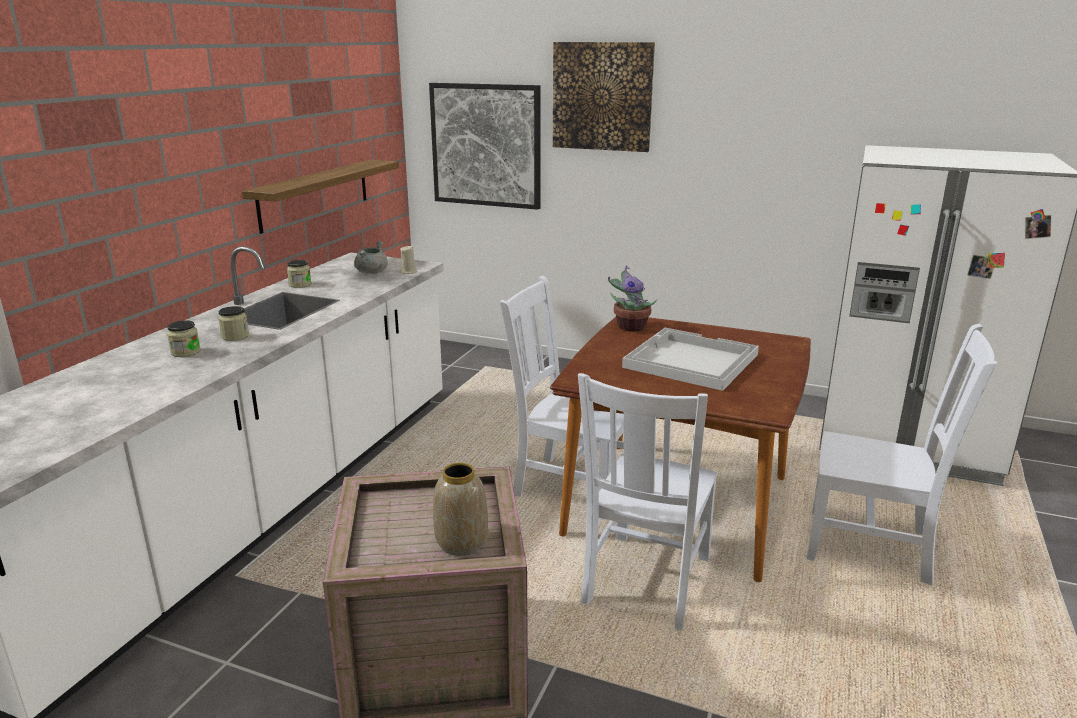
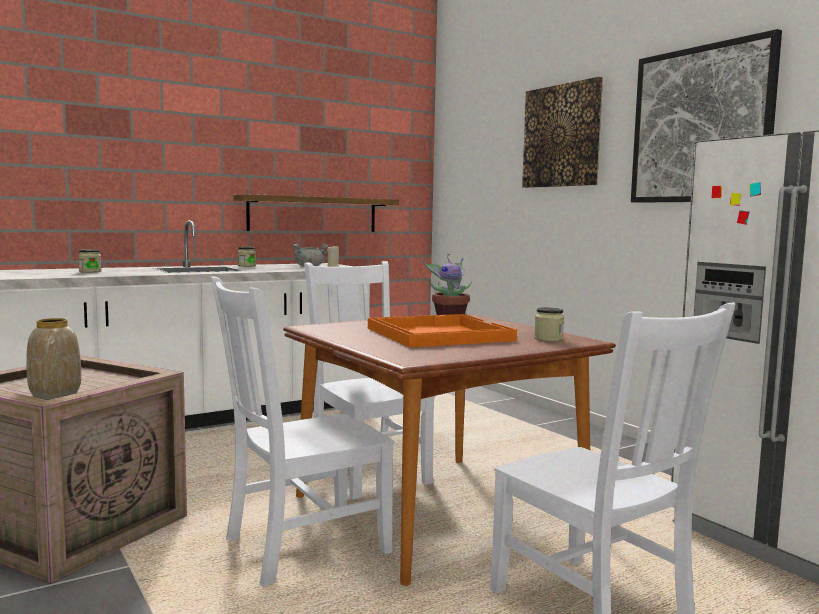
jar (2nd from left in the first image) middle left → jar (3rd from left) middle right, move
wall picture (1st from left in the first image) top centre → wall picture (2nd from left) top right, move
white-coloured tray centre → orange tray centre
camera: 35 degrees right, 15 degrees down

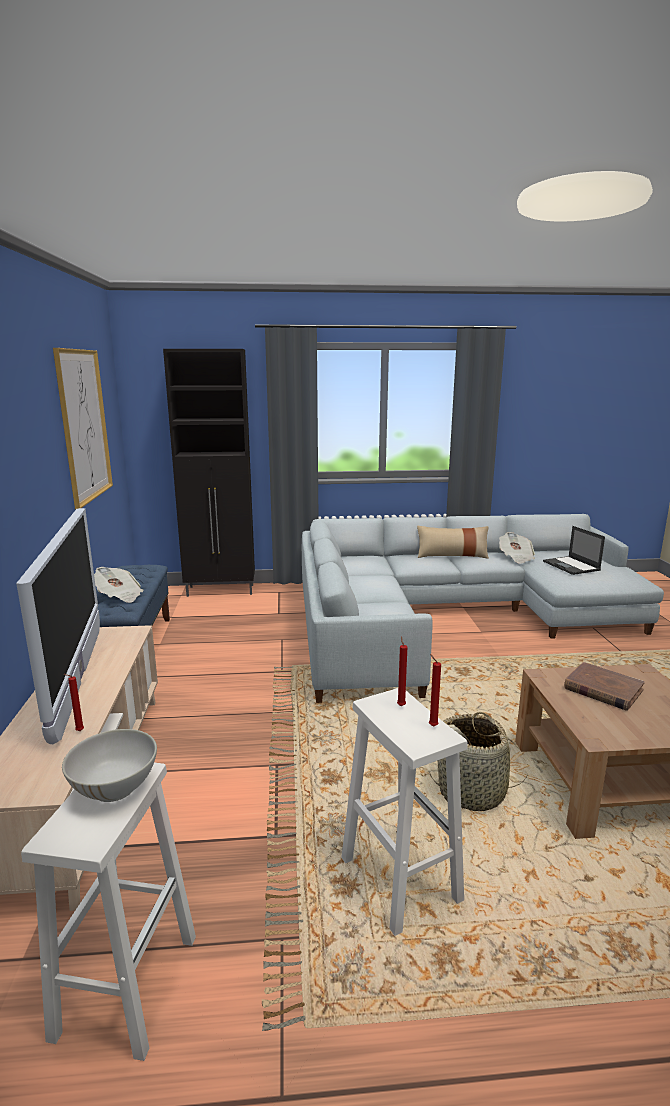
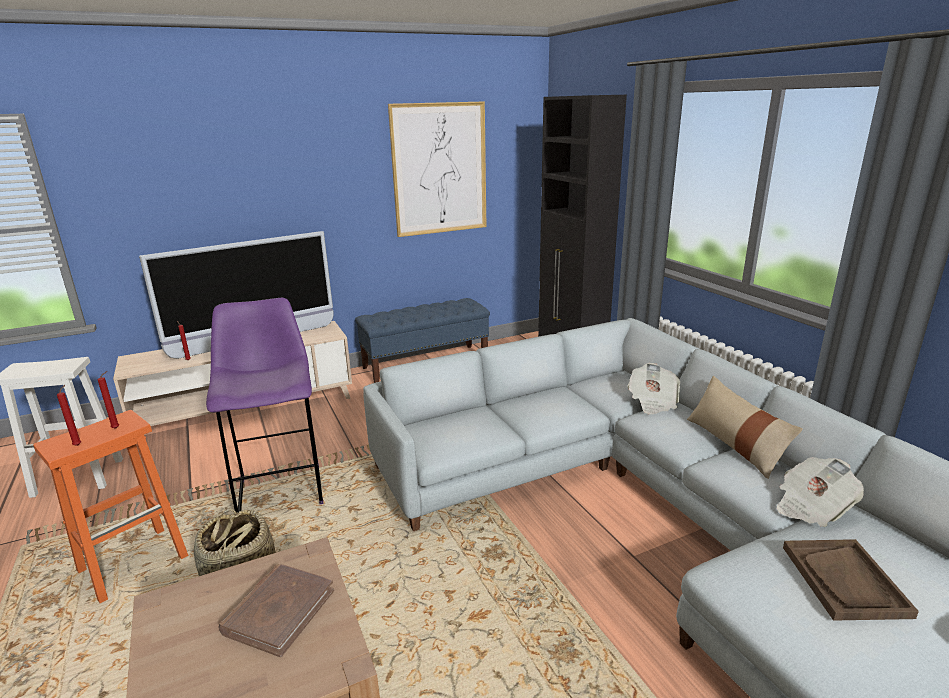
white-coloured serving bowl bottom left → -
- → purple-coloured sitting stool middle left
newspaper (1st from left) middle left → newspaper (1st from left) middle right, move
portable computer middle right → brown-coloured tray bottom right
white-coloured sitting stool (2nd from left) bottom centre → orange sitting stool bottom left
camera: 70 degrees right, 5 degrees up

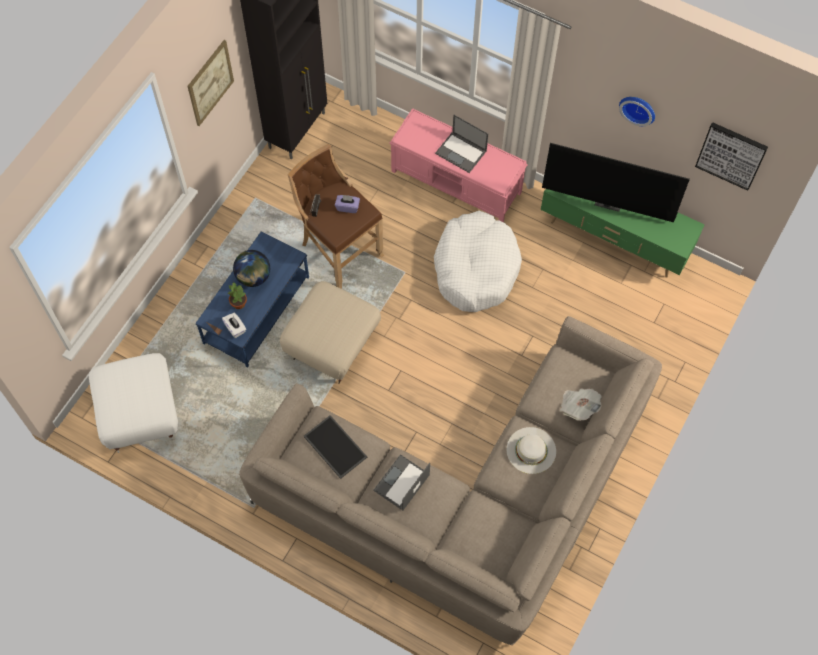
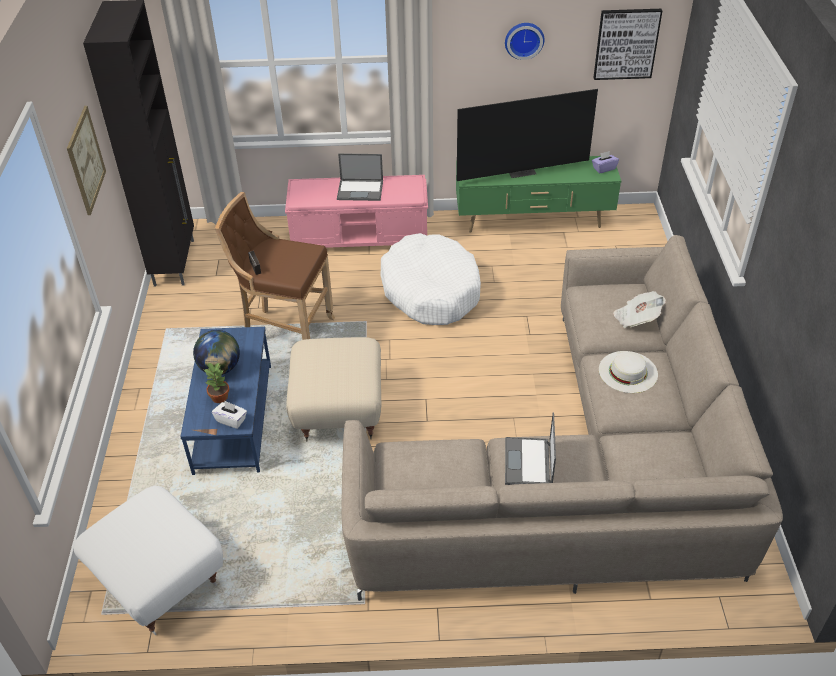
tray bottom centre → -
purple-coloured tissue box top centre → purple-coloured tissue box top right, move
camera: 30 degrees left, 20 degrees down

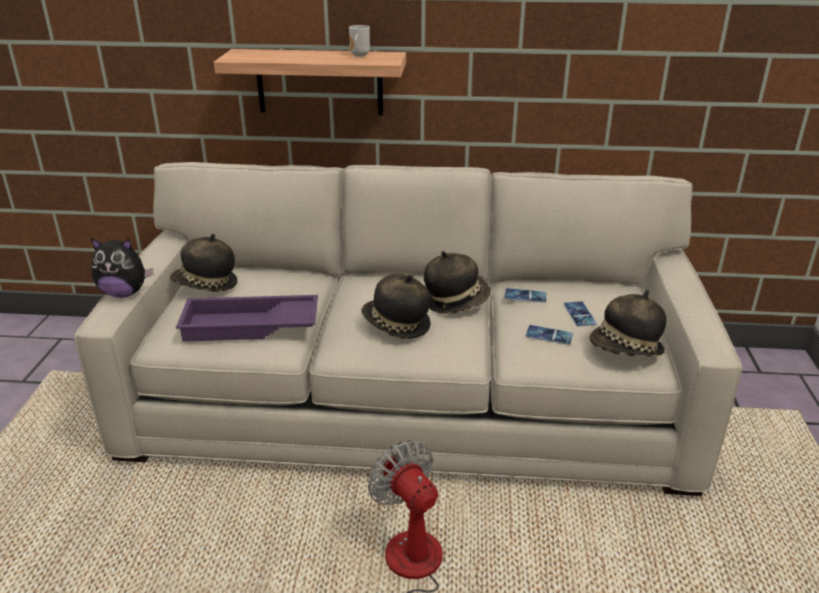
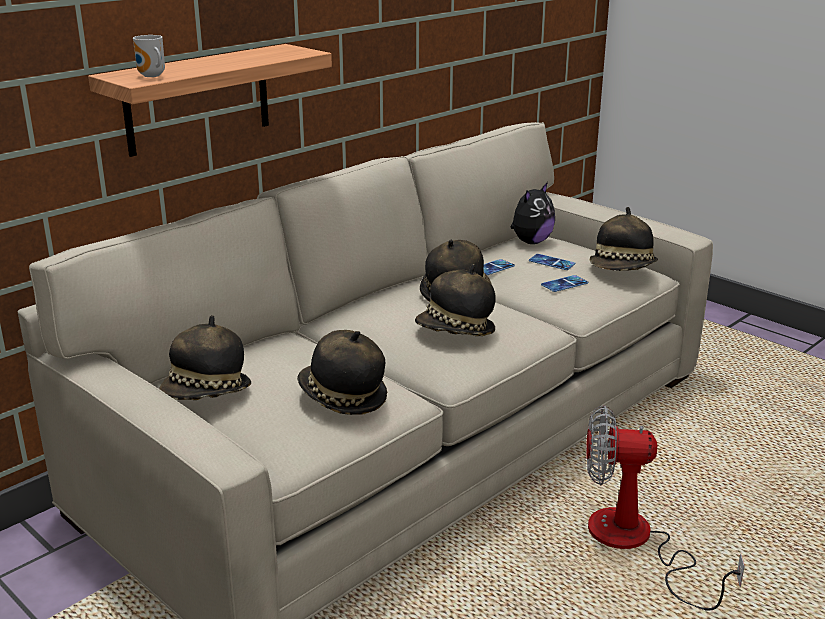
soft toy middle left → soft toy centre, move
mug top centre → mug top left, move
purple-coloured tray middle left → hat (2nd from left) centre
camera: 50 degrees left, 5 degrees down

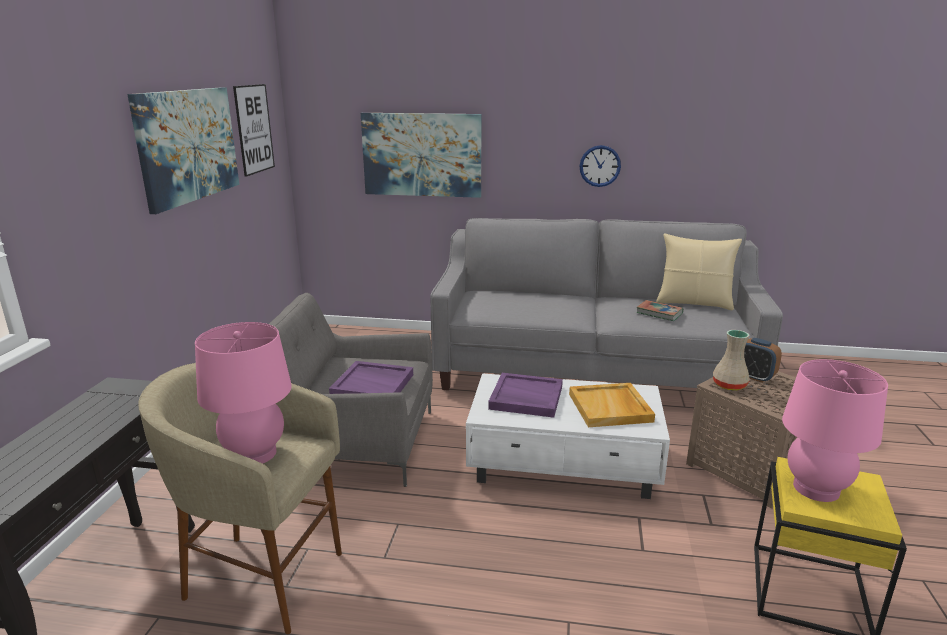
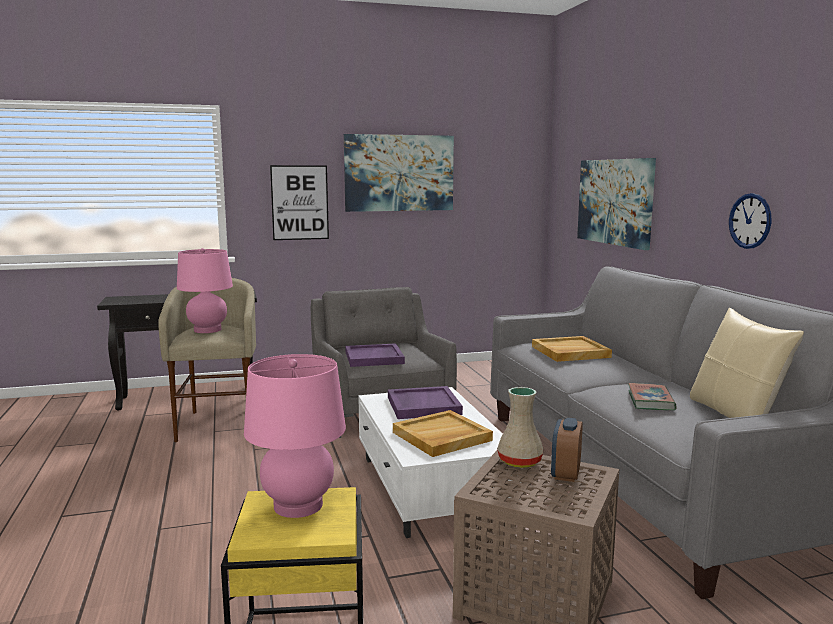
- → sand-coloured tray (2nd from left) middle right
wall picture (2nd from left in the first image) top left → wall picture (1st from left) top centre, move
camera: 65 degrees right, 10 degrees down

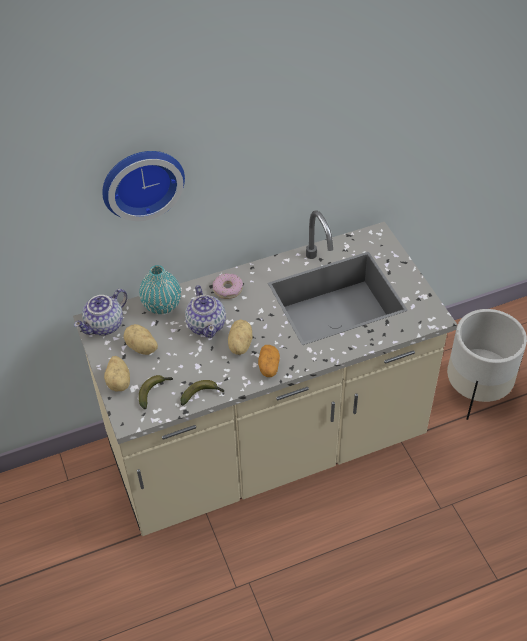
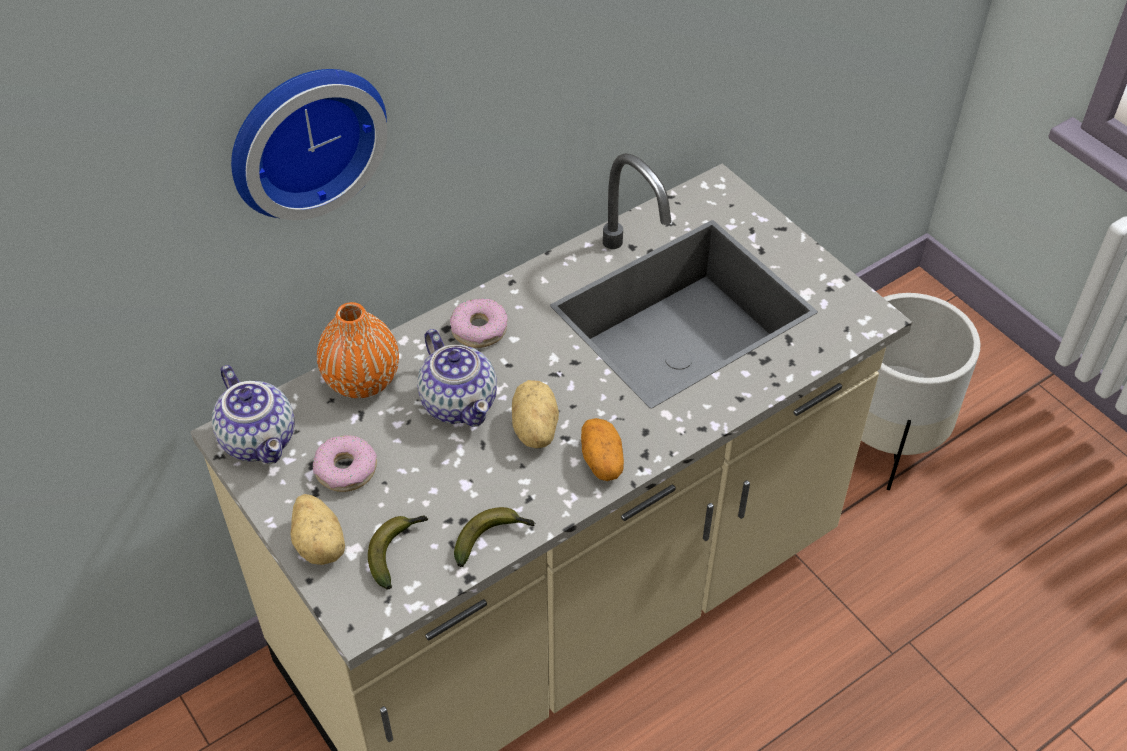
whole potato (2nd from left) middle left → doughnut (1st from left) middle left
turquoise decorative vase middle left → orange decorative vase middle left
teapot (1st from left) middle left, 60 degrees counterclockwise
camera: 15 degrees left, 0 degrees up

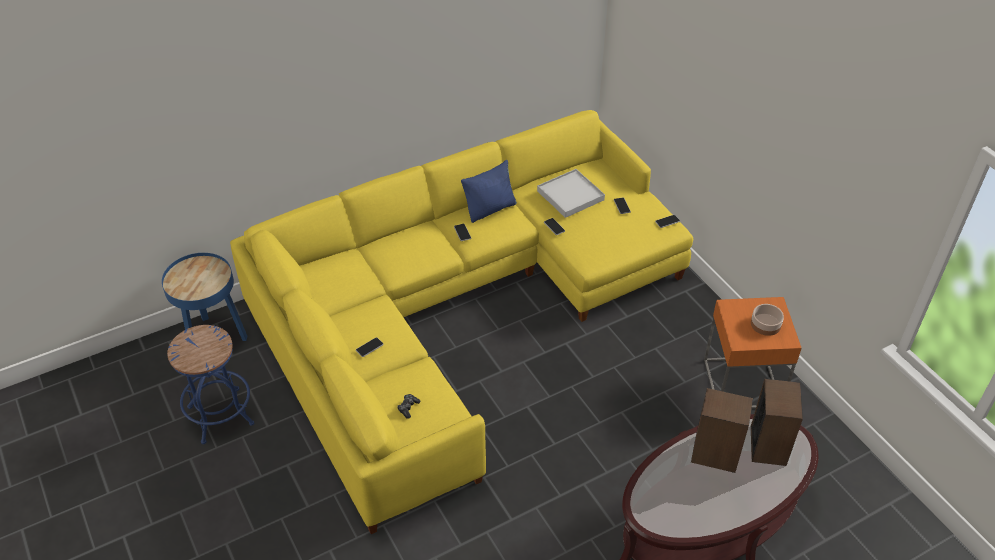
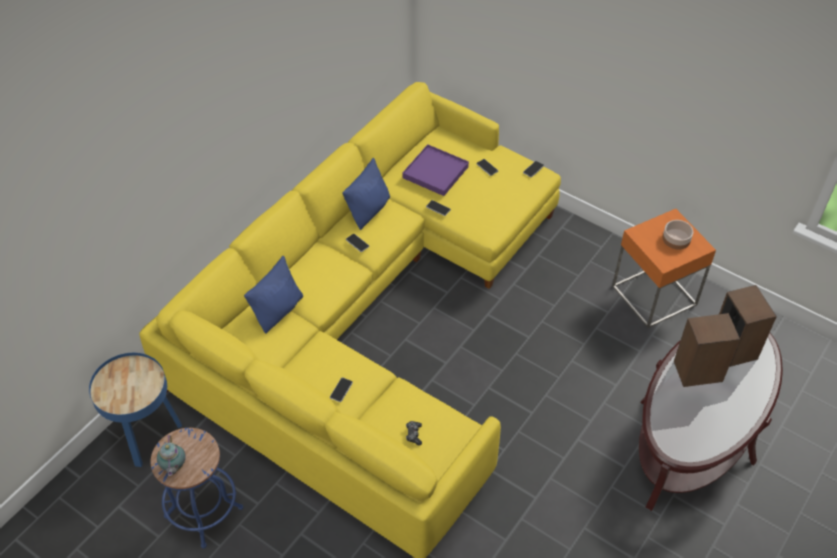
- → teapot bottom left
- → blue throw pillow (1st from left) middle left
white-coloured tray centre → purple-coloured tray top centre
camera: 25 degrees left, 5 degrees up

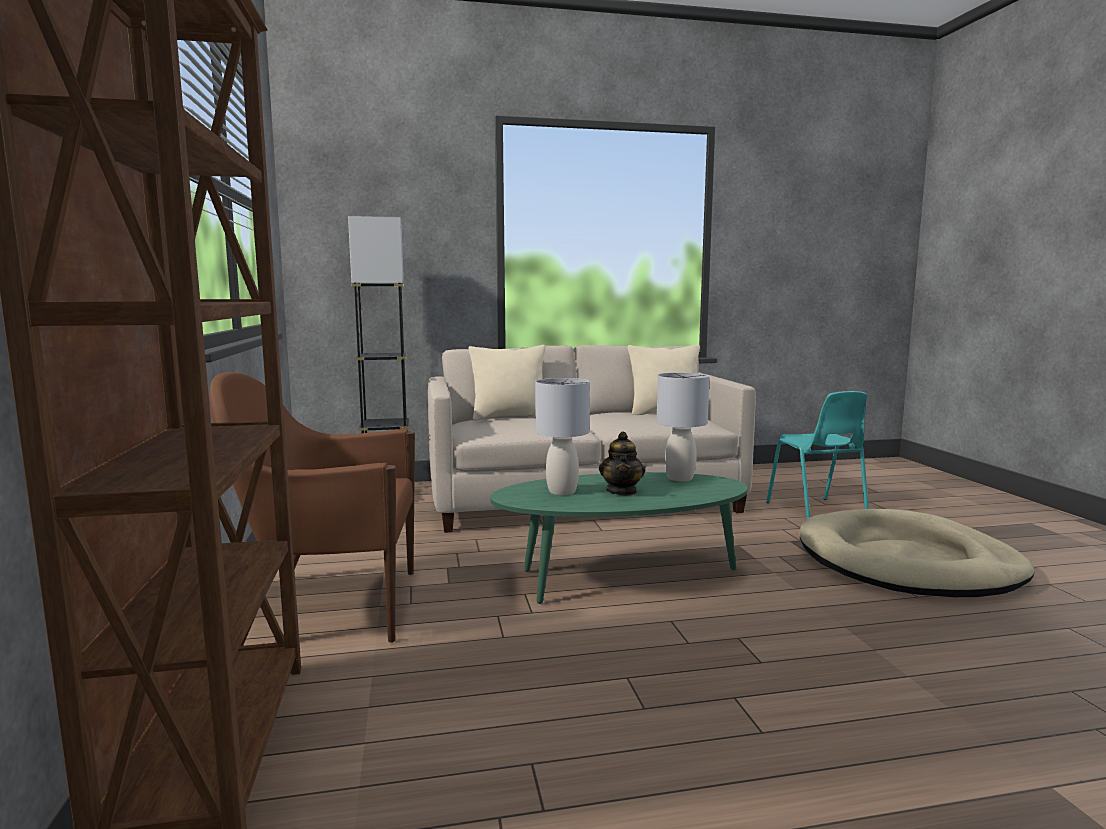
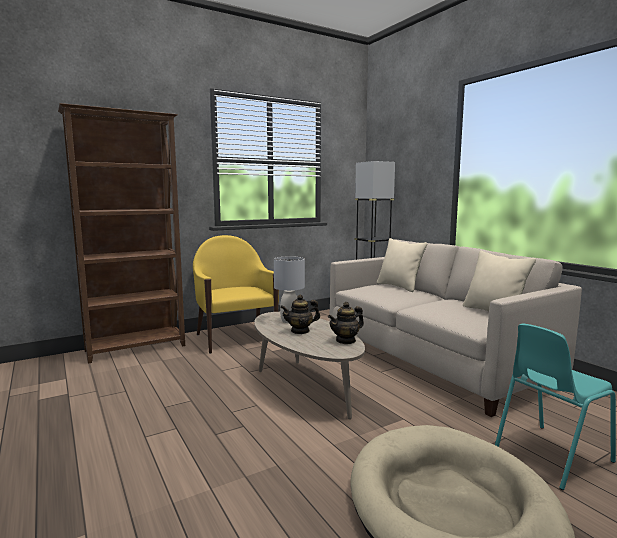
gray lamp for a table (2nd from left) centre → teapot (2nd from left) centre
brown-coloured armchair middle left → yellow armchair centre
green-coloured lounge table centre → sand-coloured lounge table bottom centre
camera: 70 degrees right, 0 degrees up

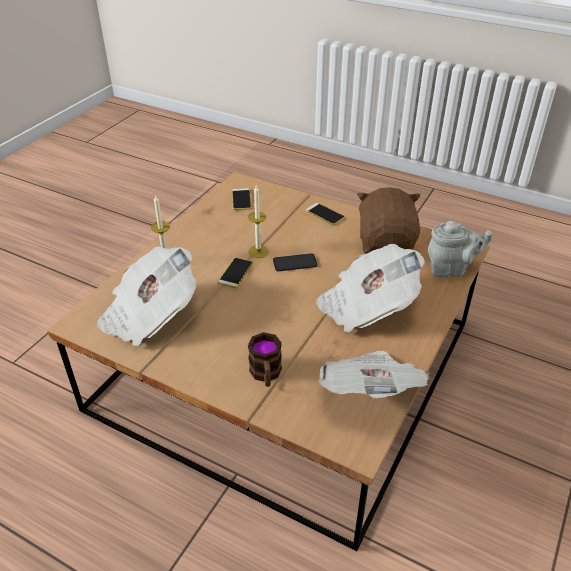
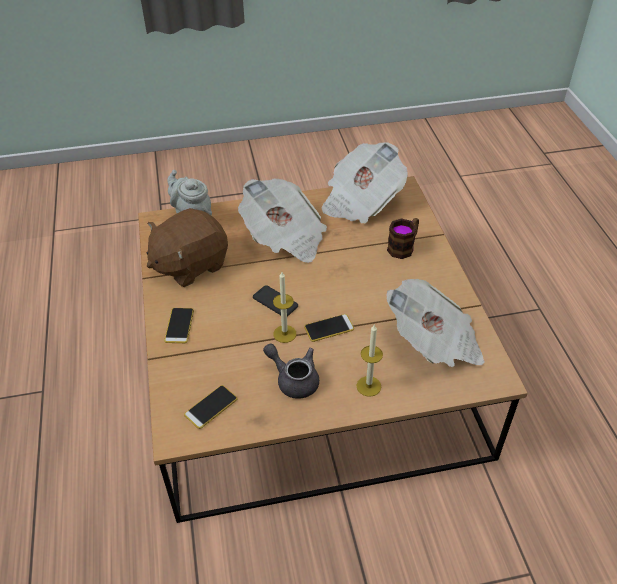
- → gray teapot (2nd from left) centre
camera: 130 degrees left, 5 degrees up

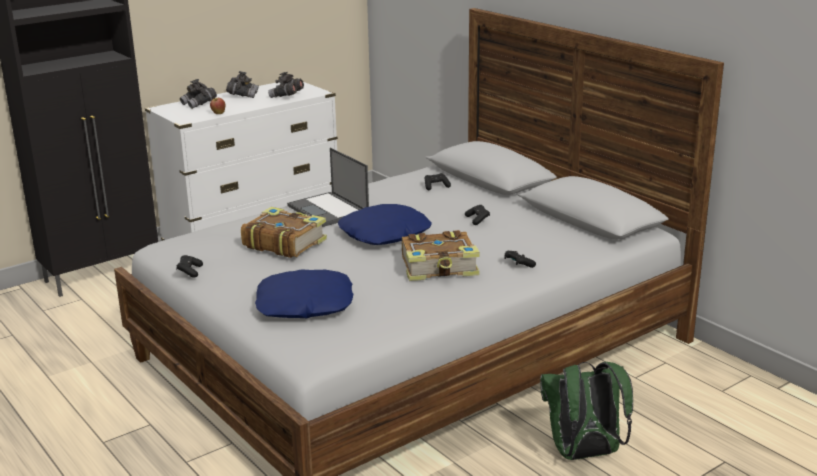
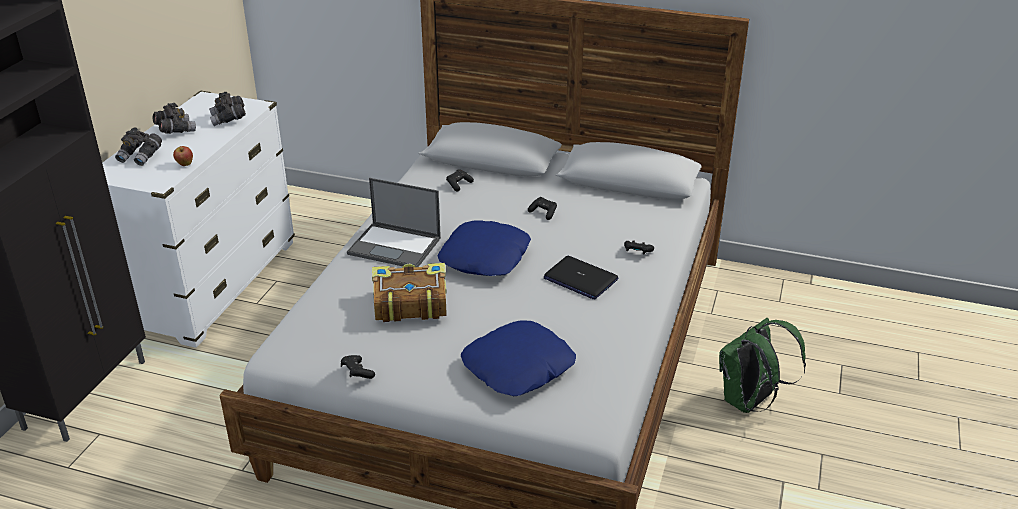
volume (2nd from left) centre → portable computer (2nd from left) centre
camera: 35 degrees left, 10 degrees up

